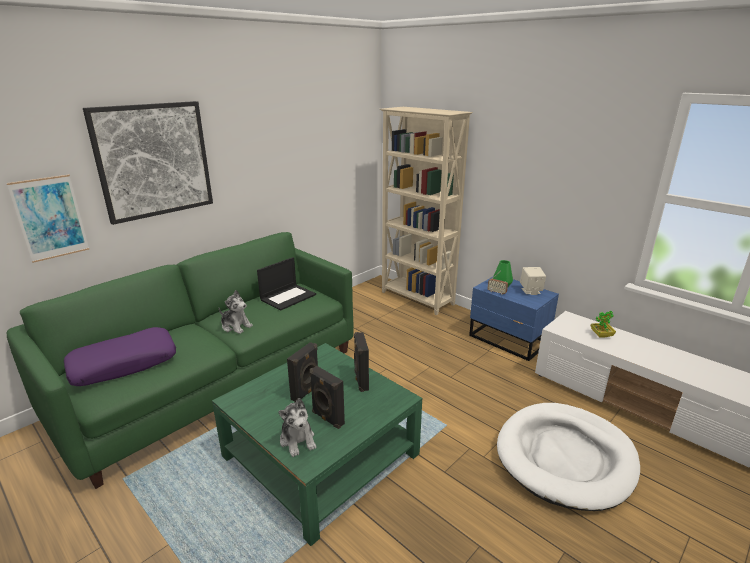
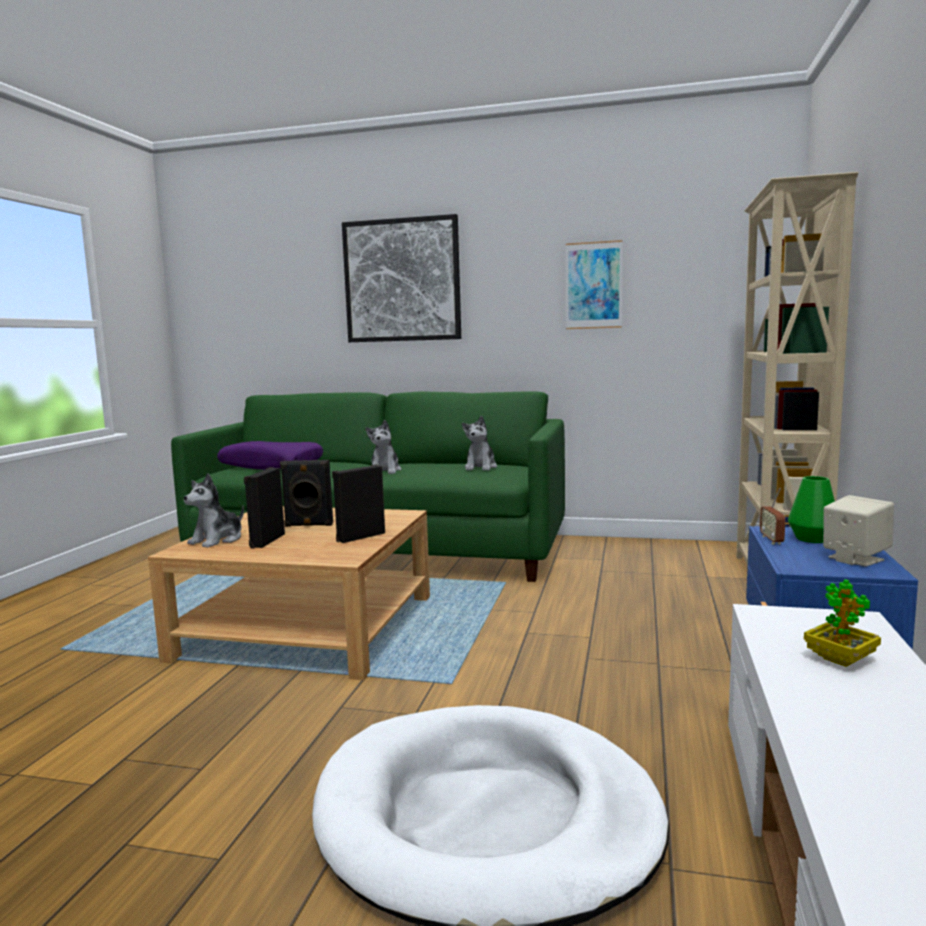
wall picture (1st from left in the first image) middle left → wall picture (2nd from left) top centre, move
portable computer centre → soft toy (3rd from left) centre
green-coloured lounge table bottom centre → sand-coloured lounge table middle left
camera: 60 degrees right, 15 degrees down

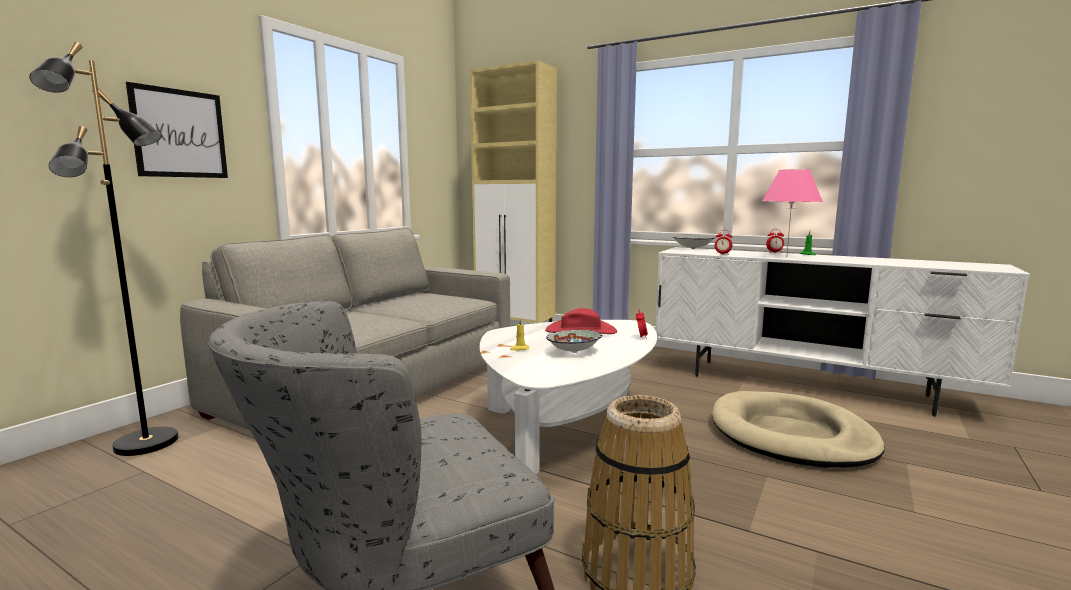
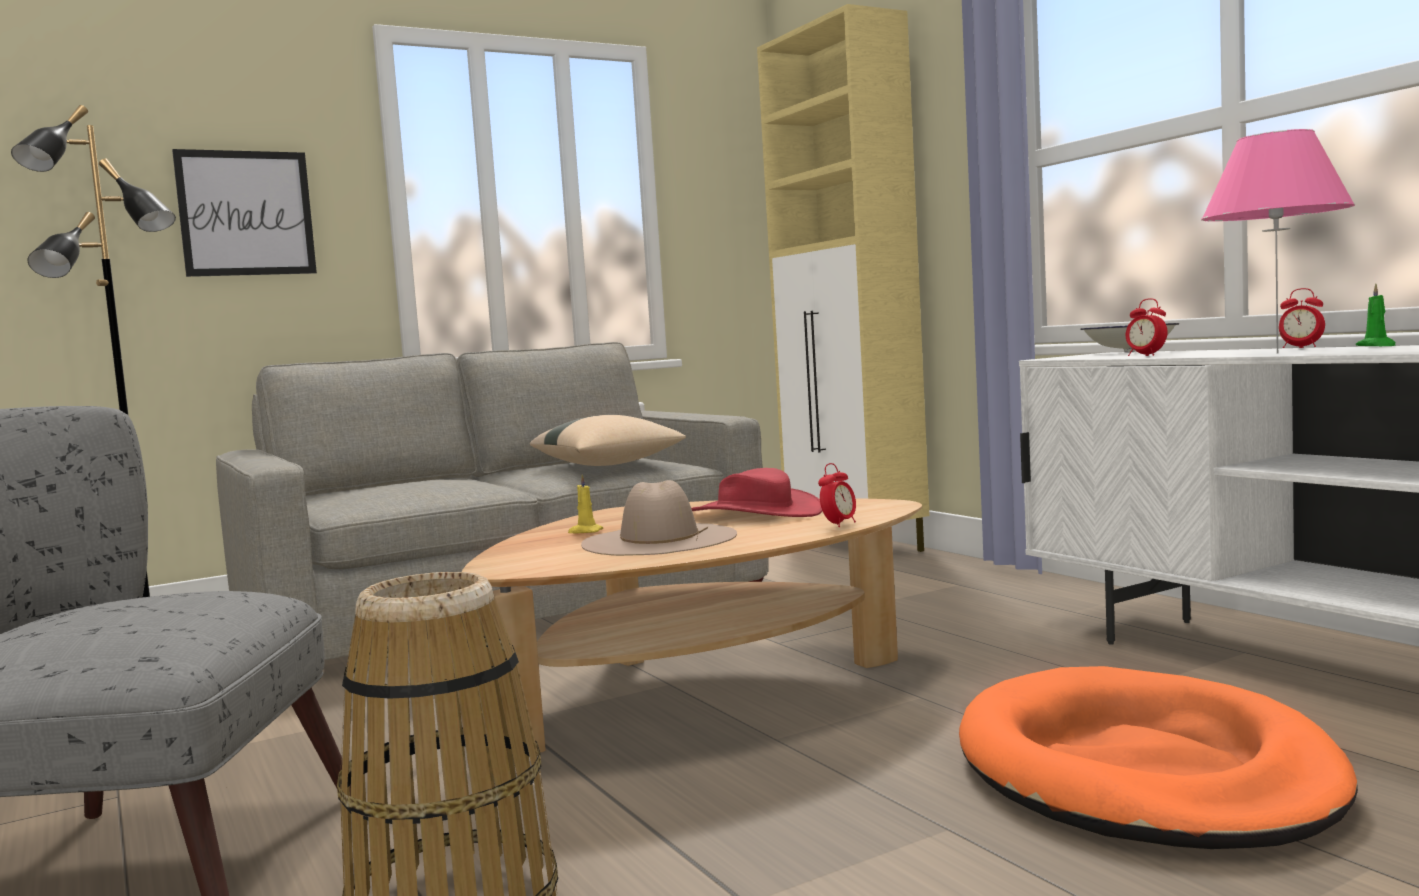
- → sand-coloured throw pillow centre
serving bowl (1st from left) centre → sand-coloured hat centre
white-coloured lounge table bottom centre → brown-coloured lounge table bottom centre
sand-coloured pet bed bottom right → orange pet bed bottom right
camera: 30 degrees right, 5 degrees down

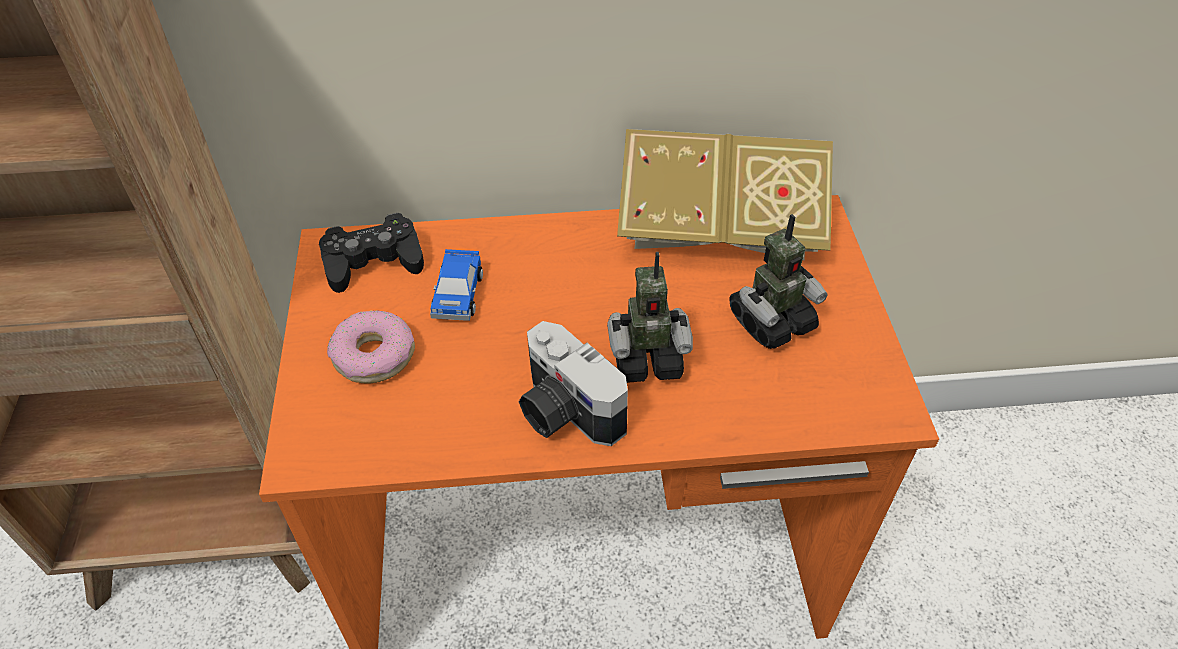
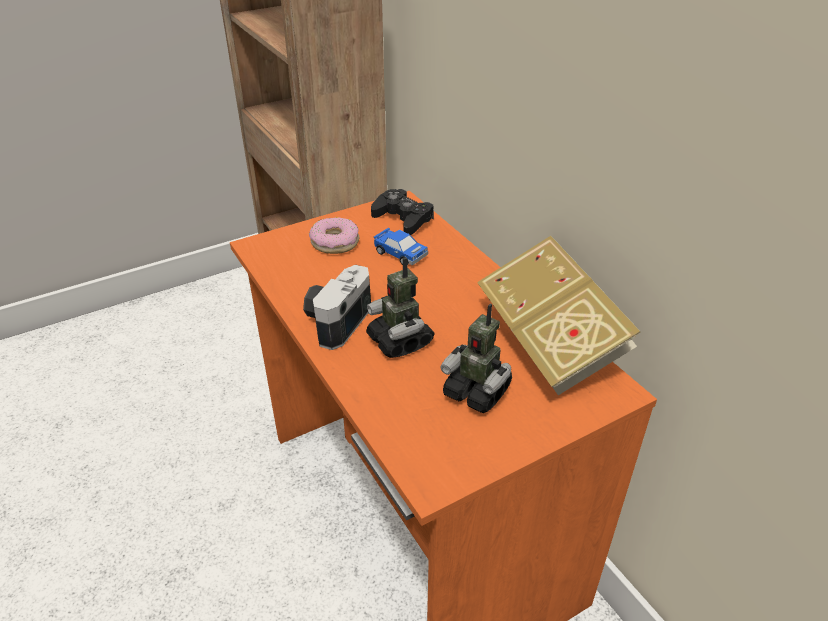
model car centre, 120 degrees counterclockwise
camera: 65 degrees right, 10 degrees down

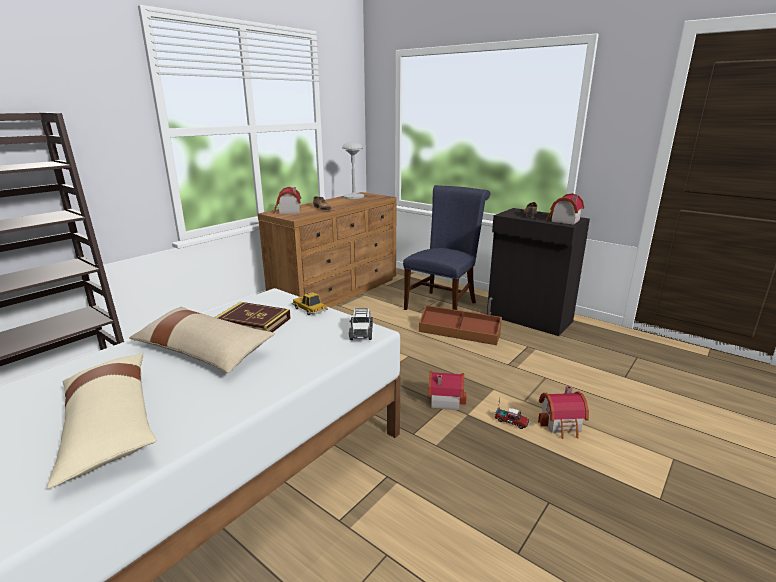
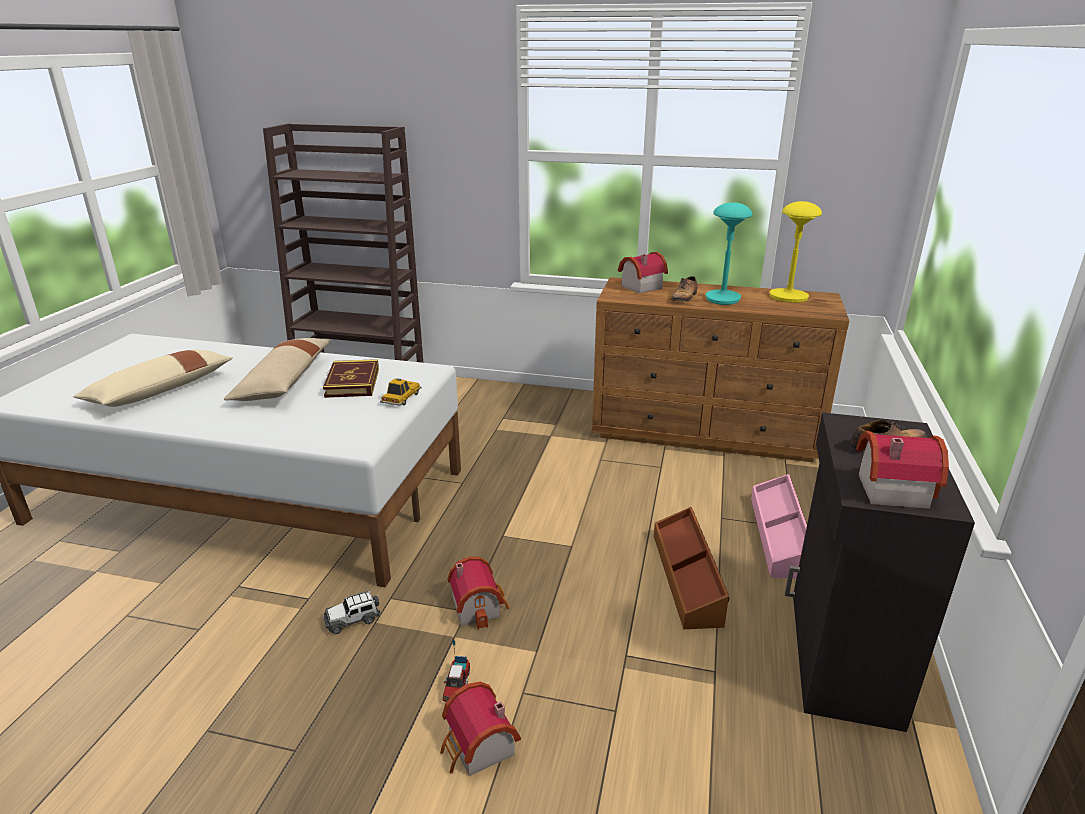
- → turquoise lamp for a table top right
model car (2nd from left in the first image) centre → model car (1st from left) bottom left, move
blue plain chair centre → pink storage box middle right
gray lamp for a table top centre → yellow lamp for a table top right
camera: 65 degrees right, 5 degrees up

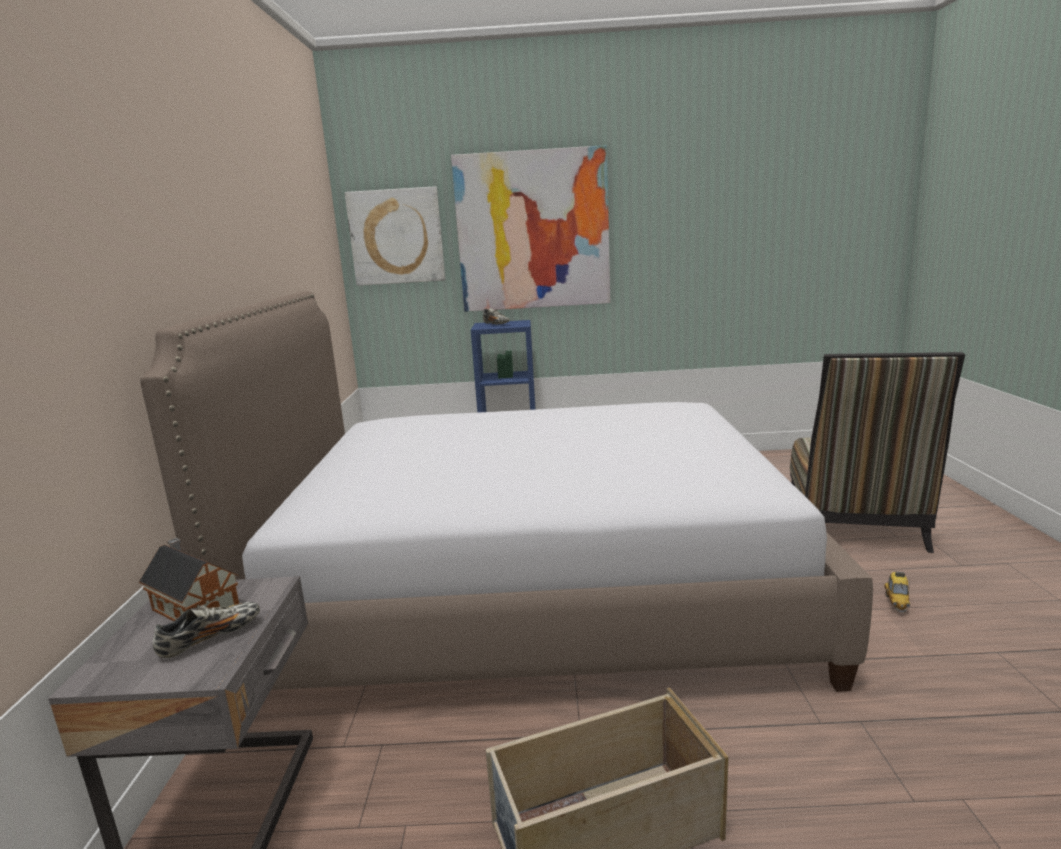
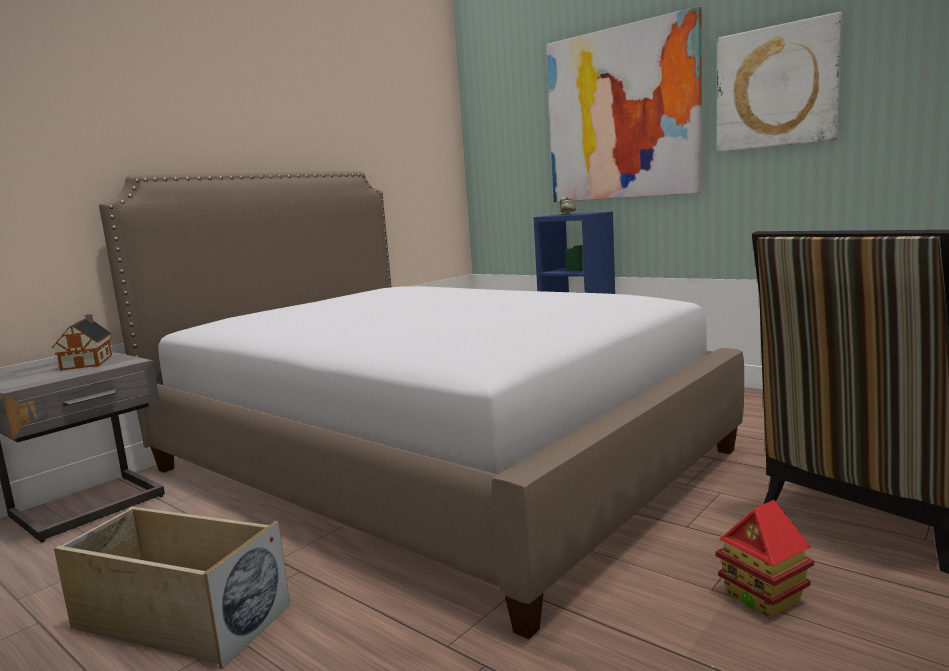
shoe (1st from left) bottom left → -
wall picture (1st from left in the first image) top centre → wall picture (2nd from left) top right, move
model car bottom right → model house (2nd from left) bottom right
camera: 40 degrees right, 5 degrees down

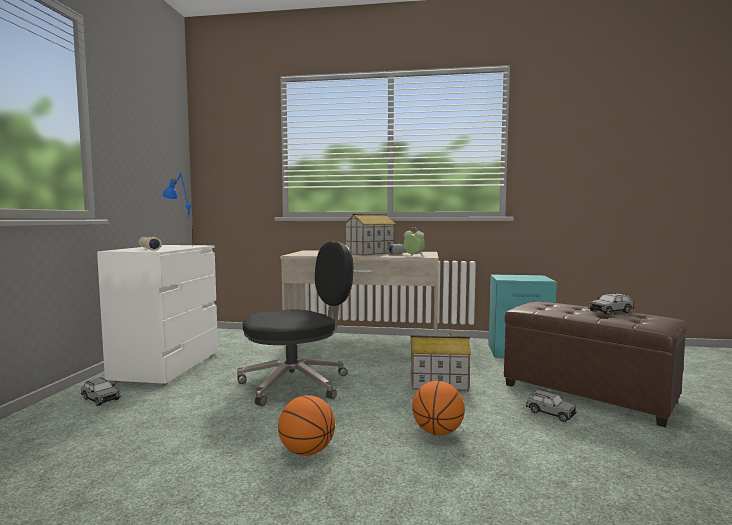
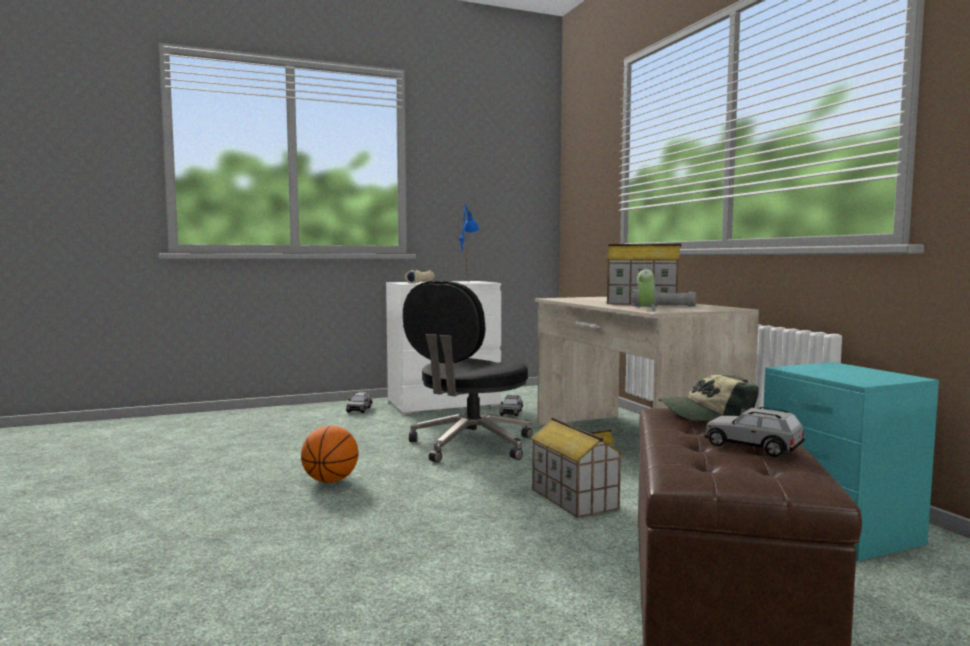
basketball (2nd from left) bottom centre → -
- → cap middle right
gray model car (2nd from left) bottom right → gray model car (2nd from left) centre, move
black-coloured office chair centre, 90 degrees clockwise
camera: 60 degrees right, 0 degrees up

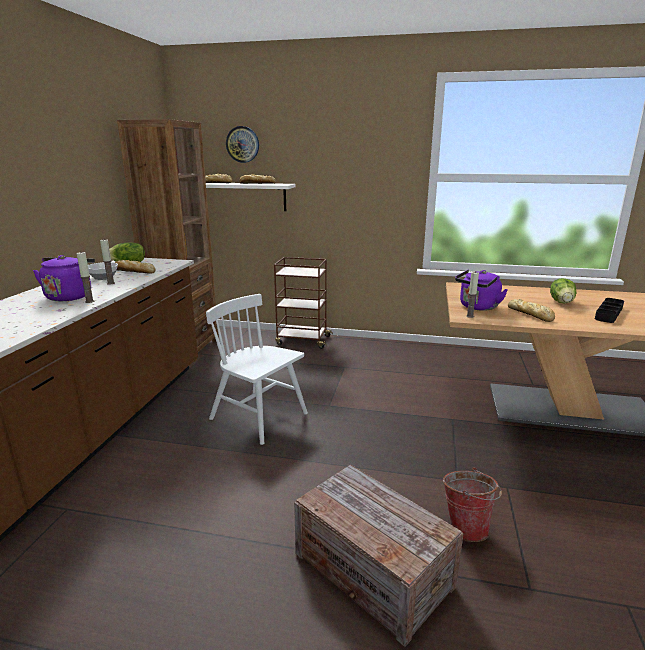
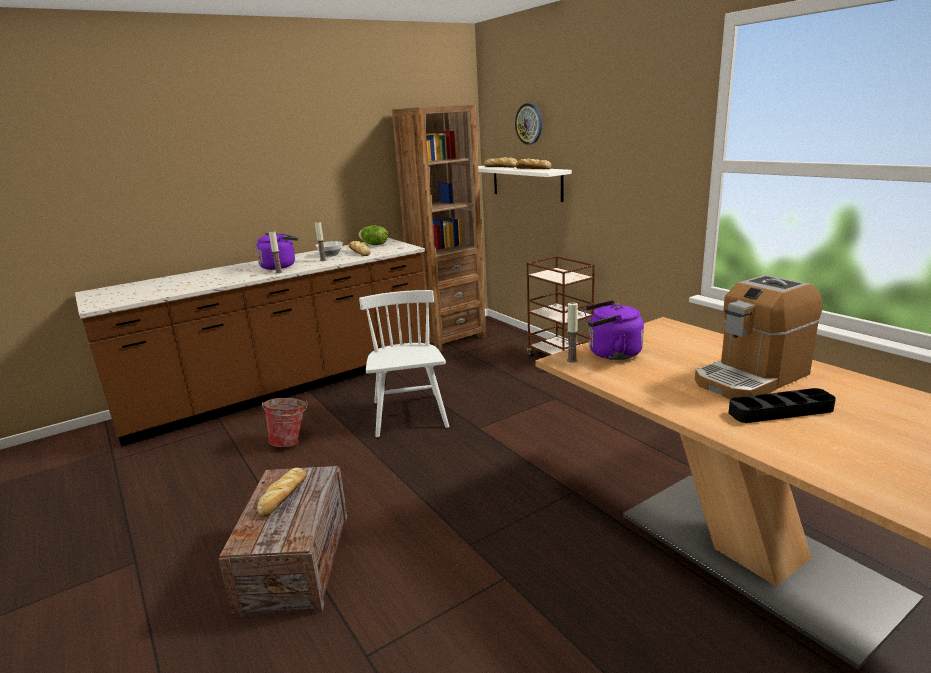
pail bottom right → pail middle left, move
bread (4th from left in the first image) middle right → bread (1st from left) bottom left, move
lettuce (2nd from left) middle right → coffee maker middle right
camera: 45 degrees right, 0 degrees up

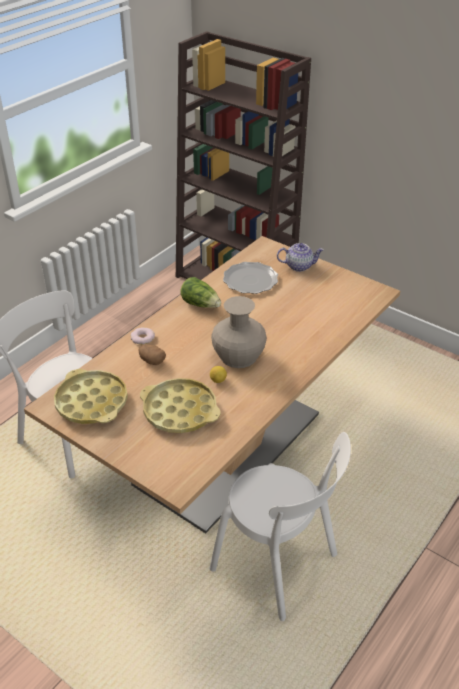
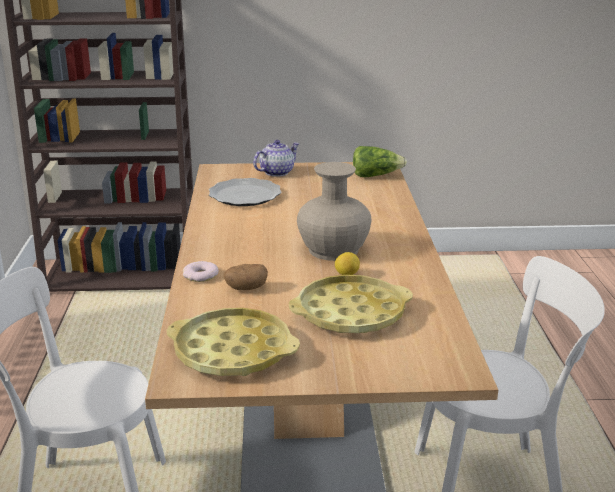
lettuce centre → lettuce top centre, move
camera: 40 degrees left, 15 degrees down

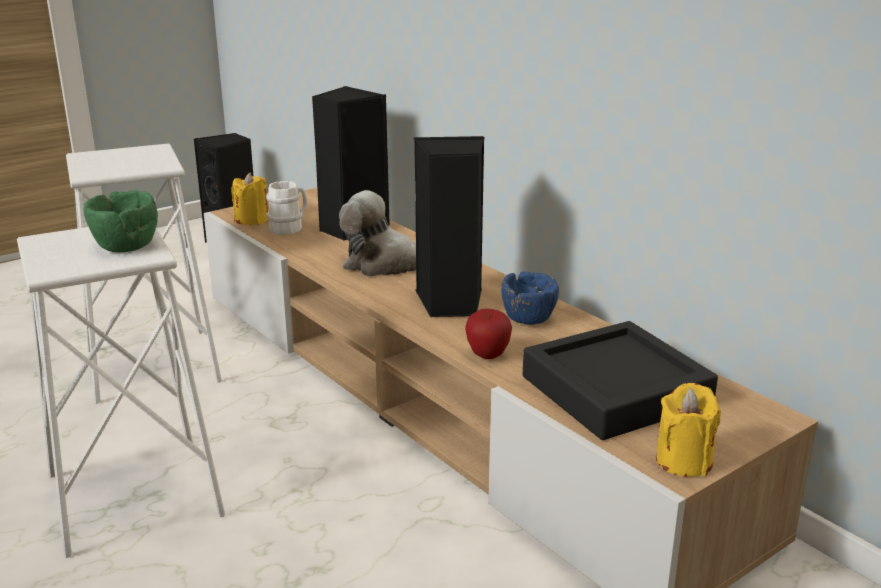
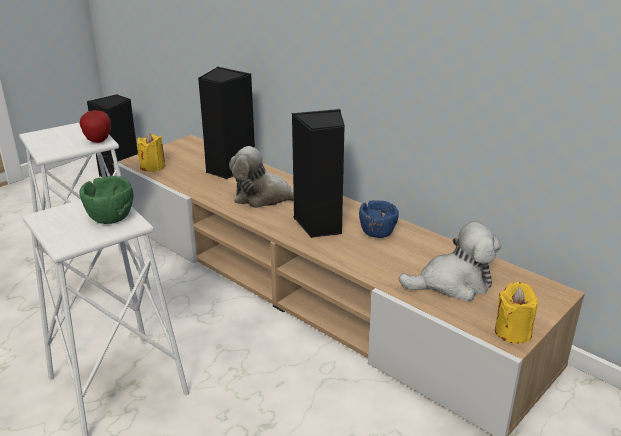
white-coloured mug middle left → -
apple centre → apple top left, move
black-coloured tray middle right → soft toy (2nd from left) middle right
camera: 10 degrees left, 5 degrees up

